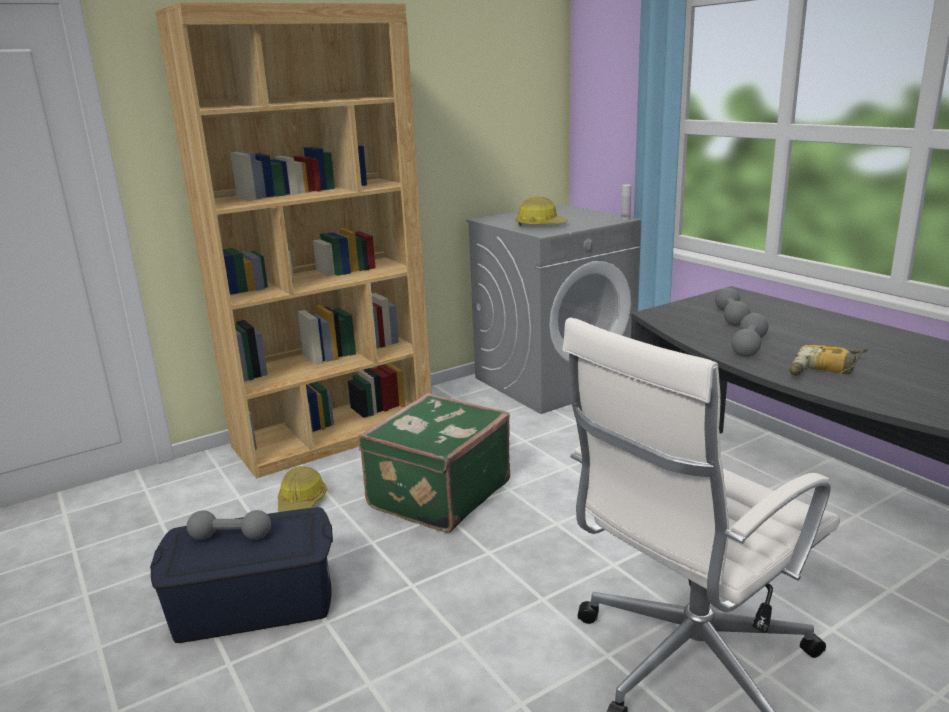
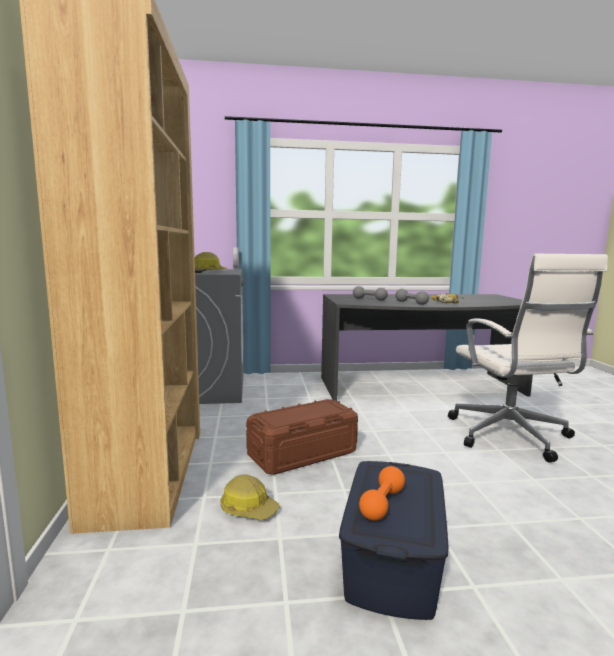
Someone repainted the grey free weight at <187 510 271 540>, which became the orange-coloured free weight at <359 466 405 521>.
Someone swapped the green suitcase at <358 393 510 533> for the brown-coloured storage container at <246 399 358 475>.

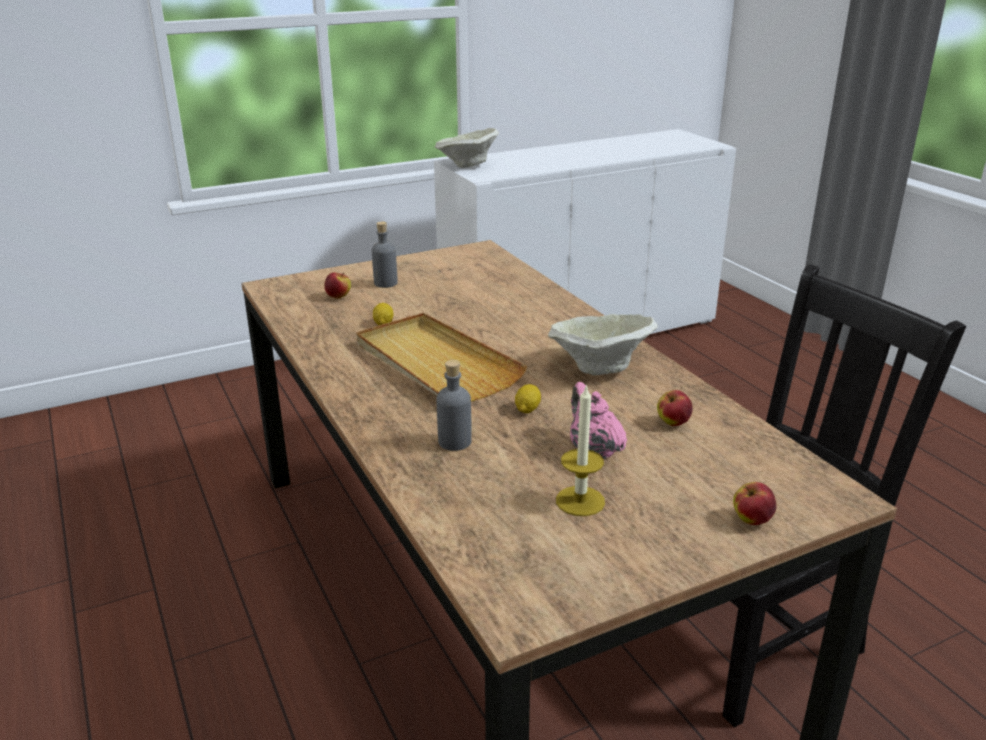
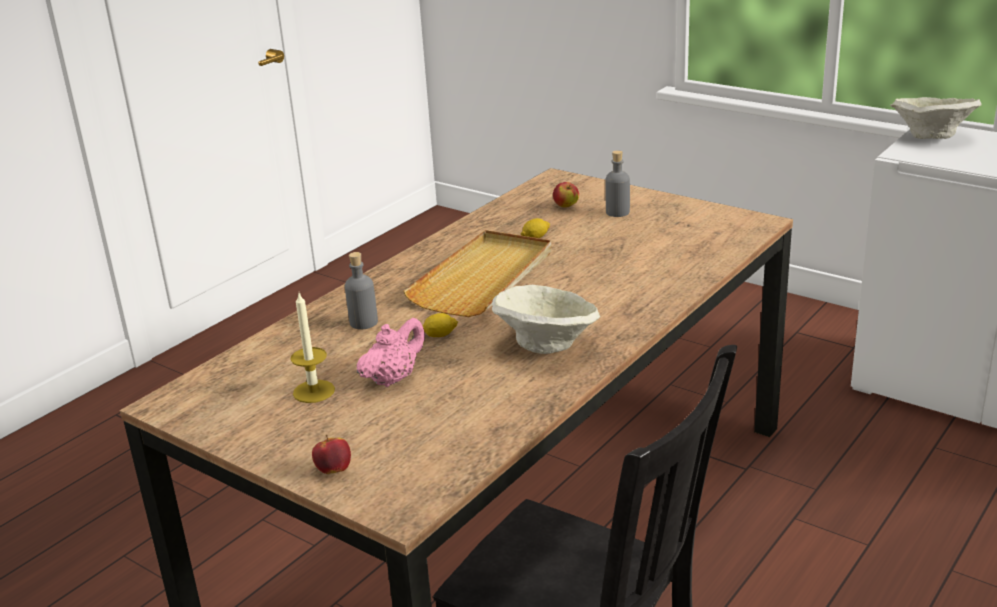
Someone took away the apple fruit at <657 390 693 426>.

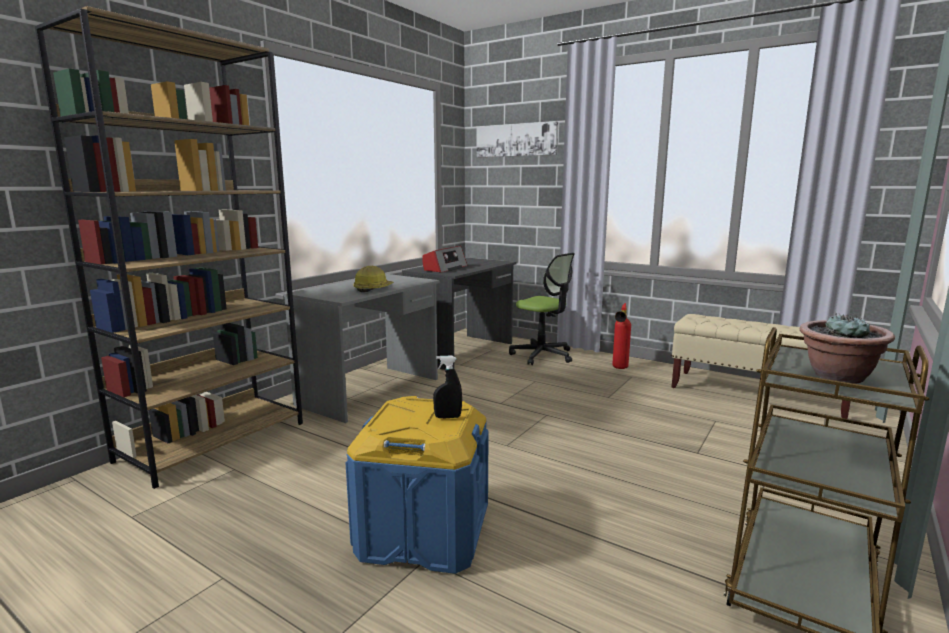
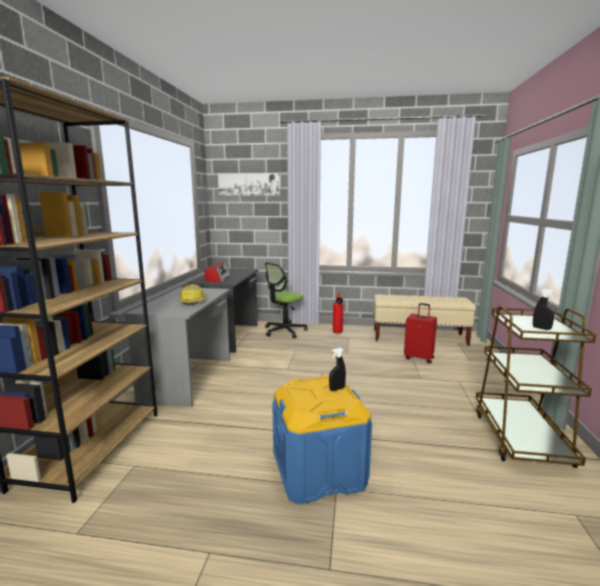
Someone rotated the desk chair at <509 253 575 365> by 120 degrees clockwise.
Someone swapped the plant in a pot at <800 313 895 383> for the black-coloured hand sprayer at <533 289 556 330>.
Someone put down the red-coloured suitcase at <404 303 437 364>.

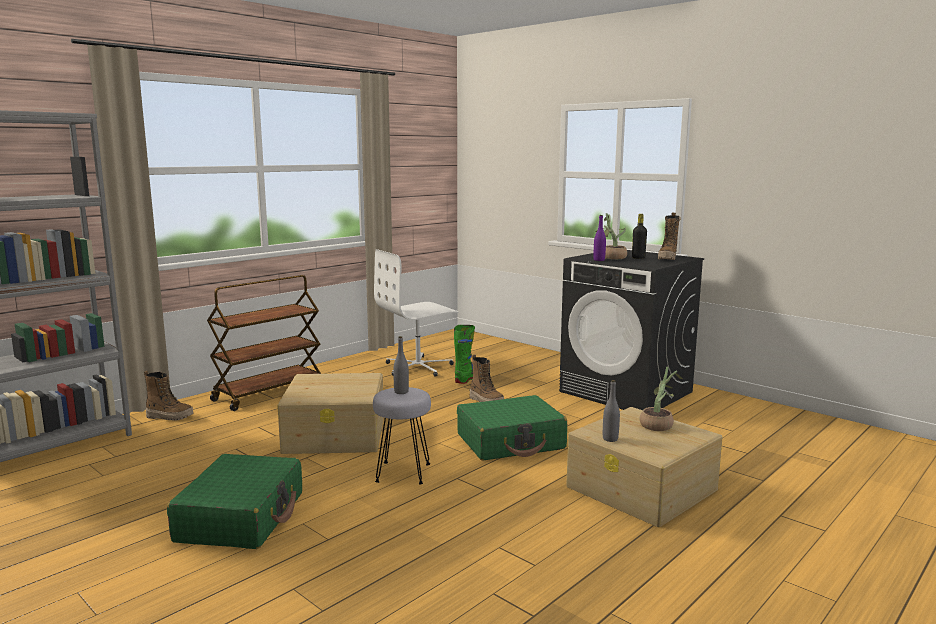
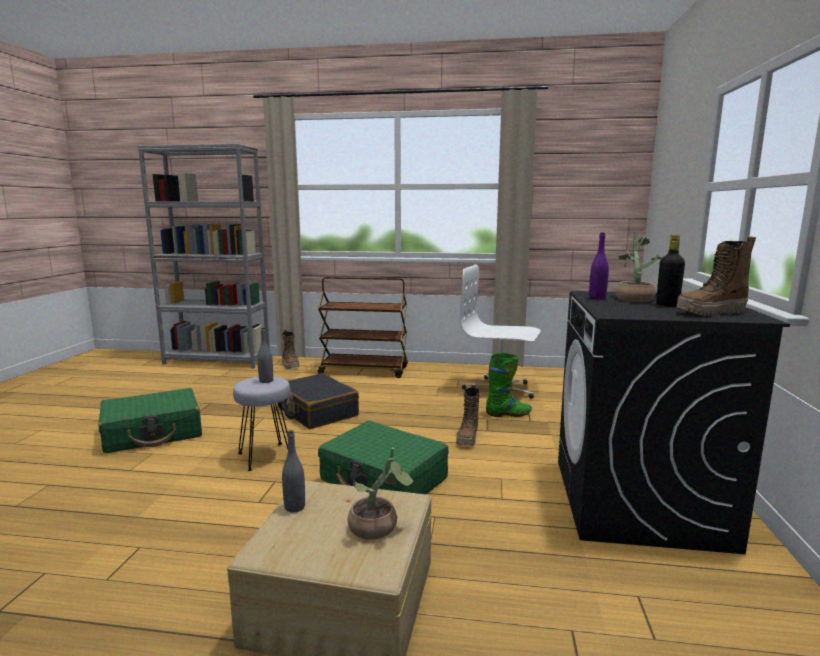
Someone swapped the beige storage container at <277 373 384 454> for the black-coloured suitcase at <277 373 359 429>.

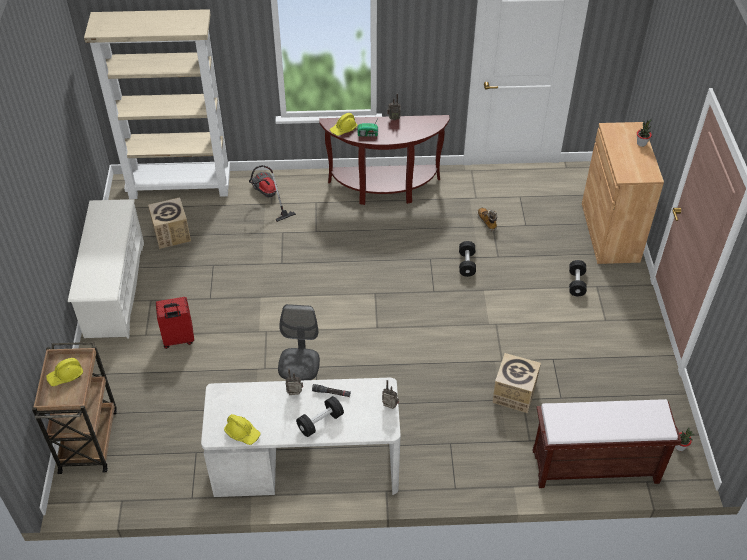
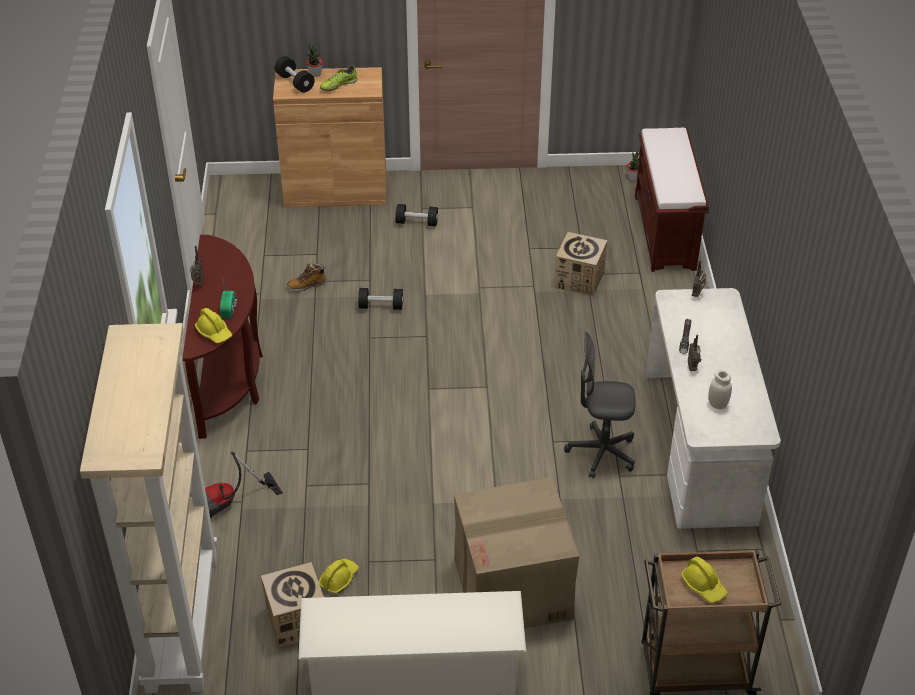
Someone swapped the red-coloured suitcase at <156 297 194 349> for the carton at <454 476 580 629>.
Someone carried the yellow-coloured work helmet from <224 414 261 445> to <319 559 359 594>.
Someone carried the black-coloured free weight from <296 396 344 437> to <275 56 315 92>.
Someone put down the item of footwear at <320 65 357 91>.
Someone put down the white-coloured preserve jar at <708 370 732 409>.

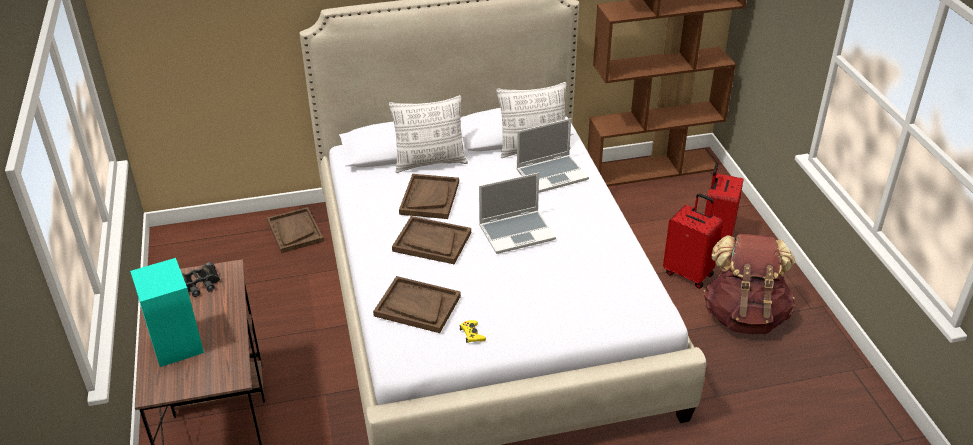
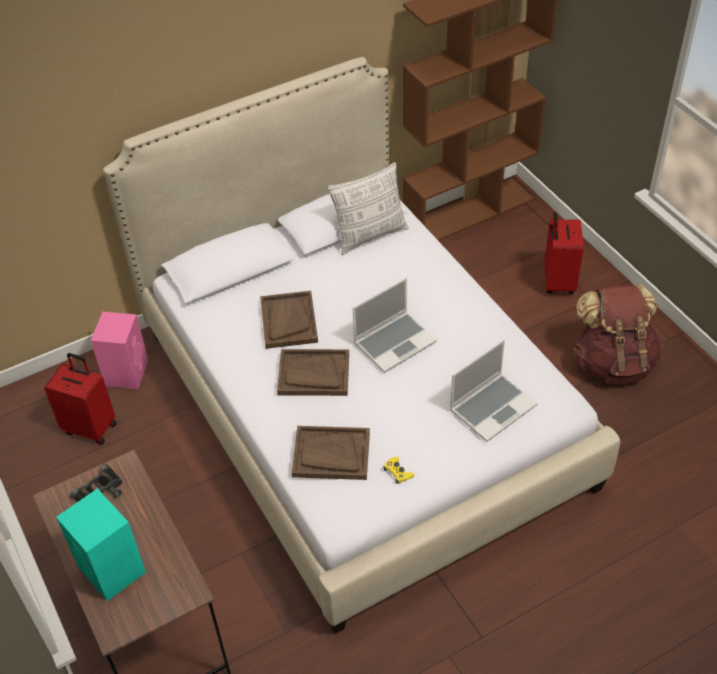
Someone swapped the brown-coloured tray at <267 207 324 253> for the pink-coloured speaker at <91 312 148 389>.
Someone took away the pillow at <389 95 468 173>.
Someone carried the laptop from <516 118 589 193> to <450 340 538 442>.
Someone carried the red-coloured suitcase from <663 193 723 289> to <44 353 117 445>.

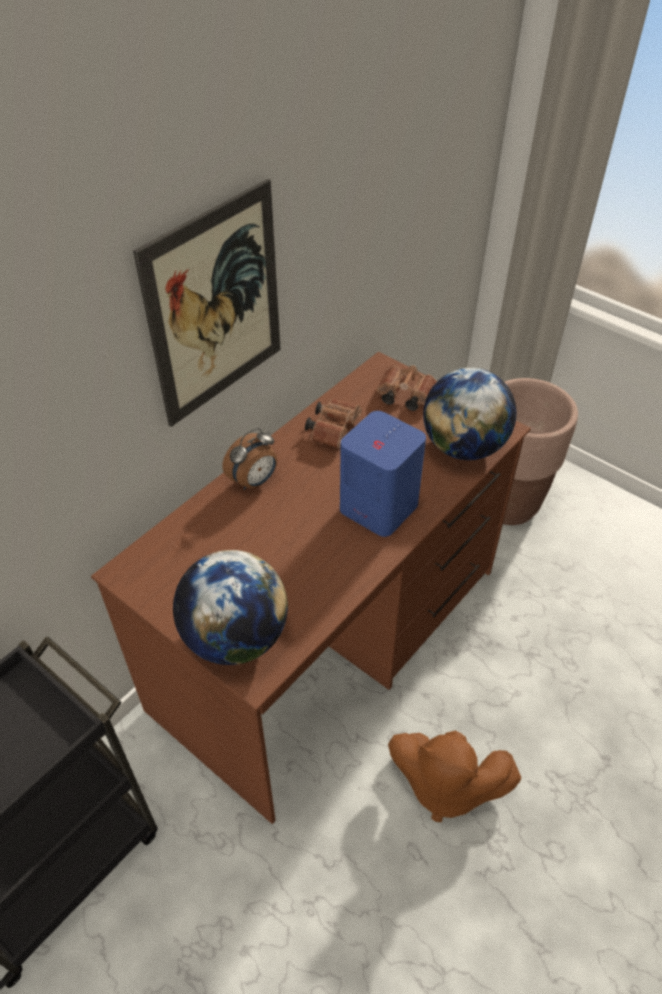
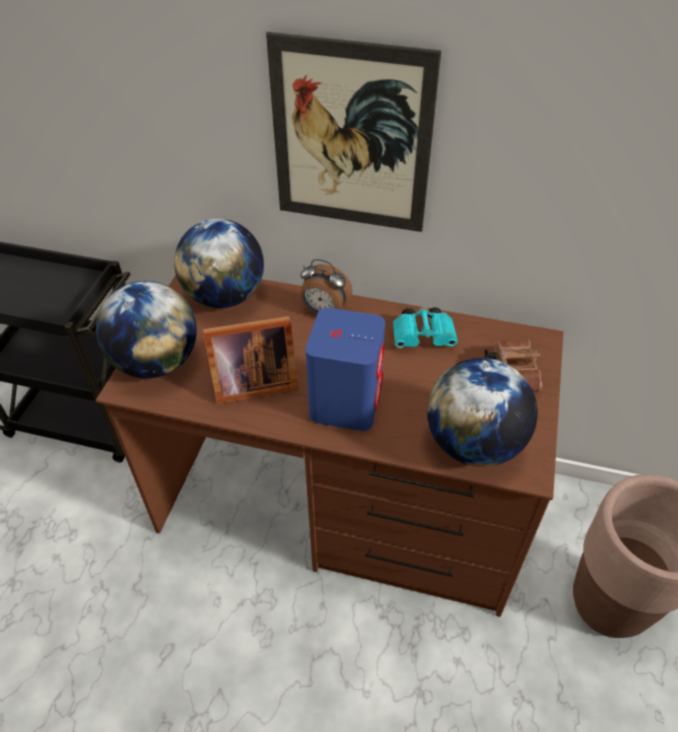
Someone repainted the brown-coloured pair of binoculars at <305 398 362 448>, which became the turquoise-coloured pair of binoculars at <393 307 458 348>.
Someone took away the brown-coloured cuddly toy at <388 731 521 822>.
Someone put down the globe at <174 219 264 308>.
Someone put down the picture frame at <203 316 298 404>.

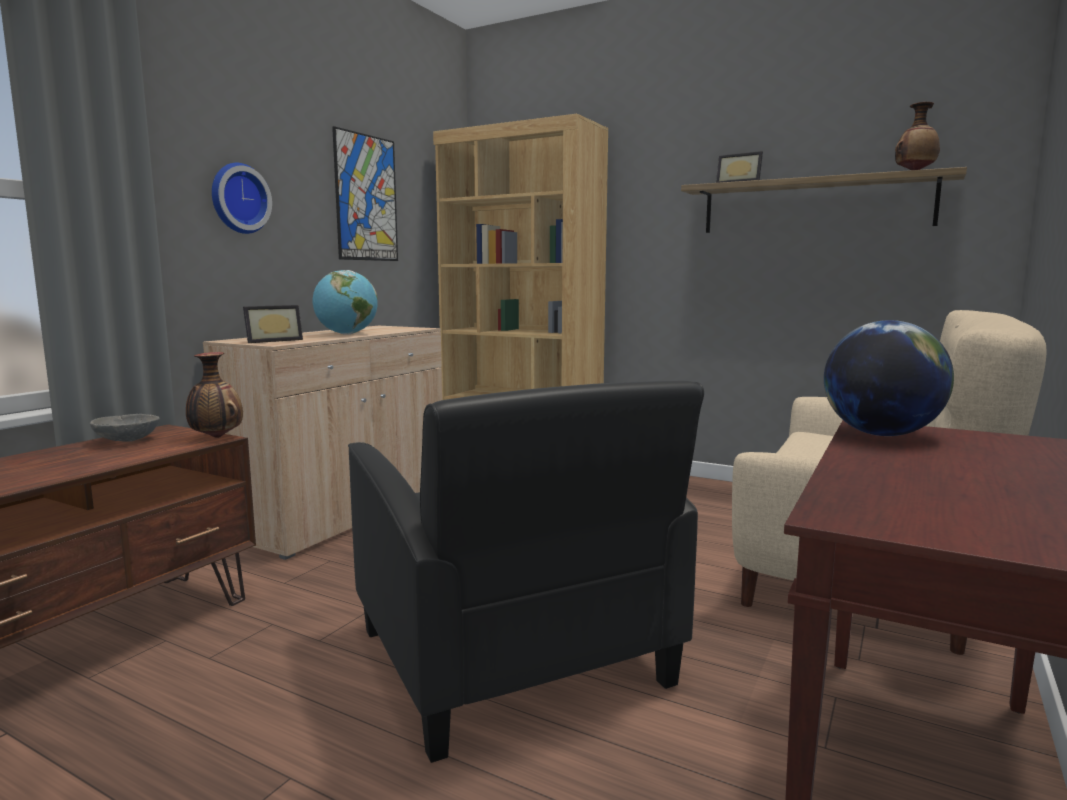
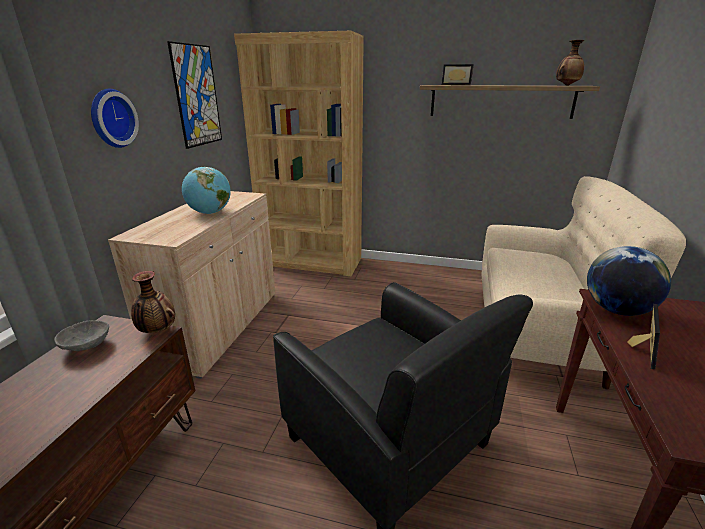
Someone carried the picture frame from <243 305 303 343> to <628 304 660 369>.

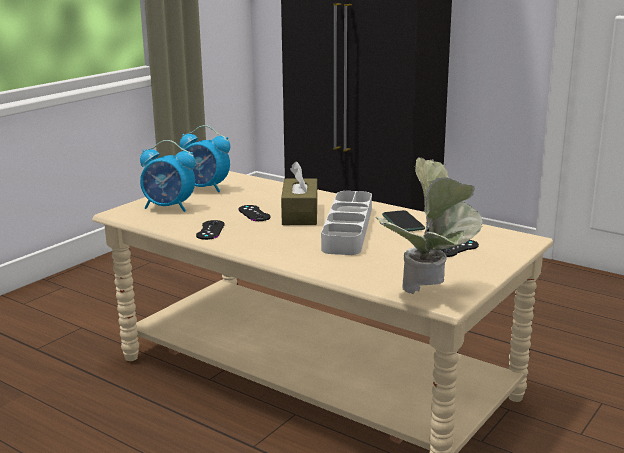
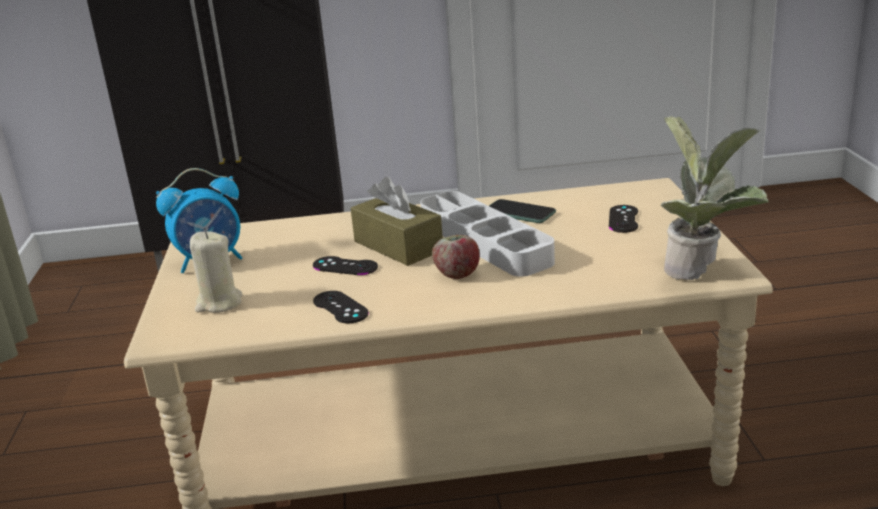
Someone swapped the table clock at <140 140 195 212> for the beige candle at <190 231 243 313>.
Someone put down the apple fruit at <432 235 480 279>.

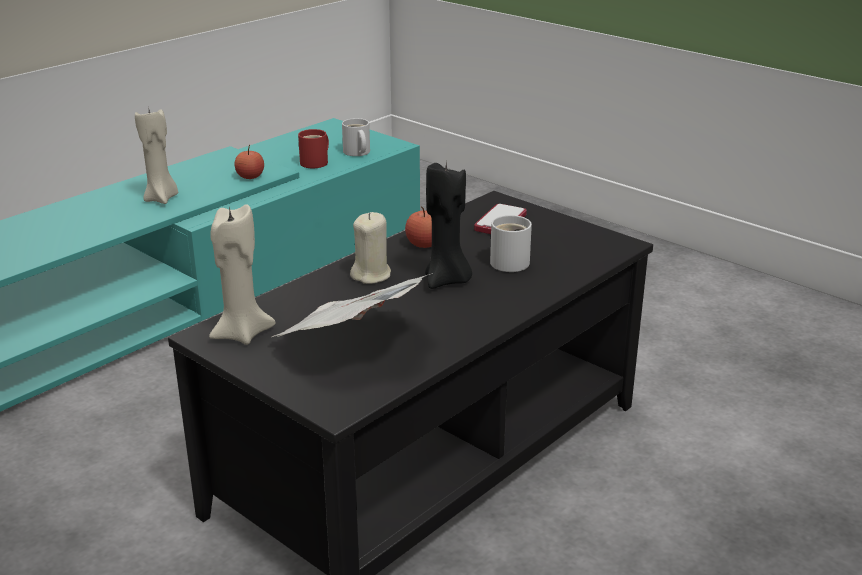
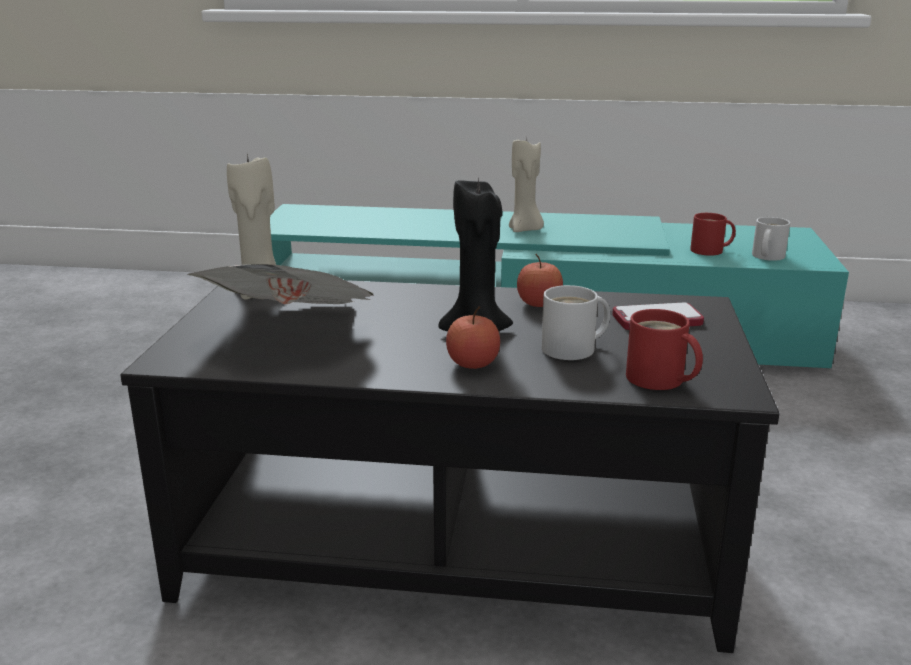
Someone carried the apple fruit from <235 145 264 179> to <446 306 500 369>.
Someone took away the beige candle at <350 212 391 284>.
Someone put down the red-coloured tea mug at <626 309 703 390>.

